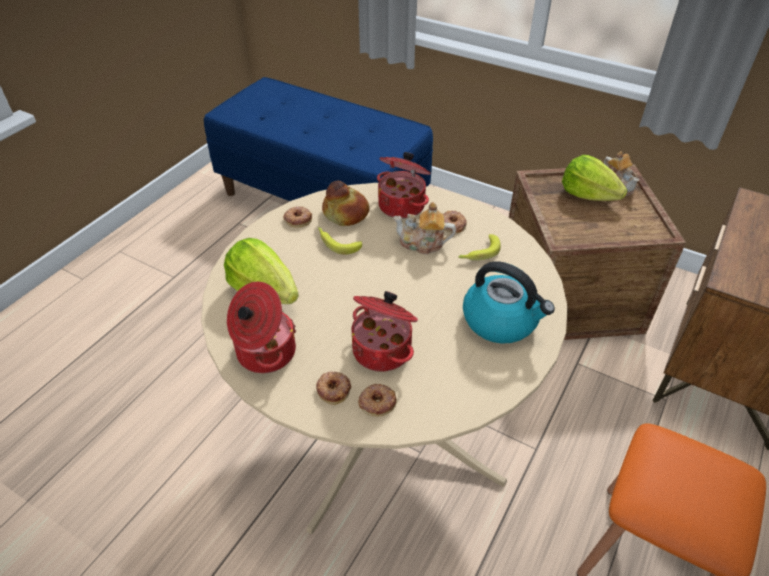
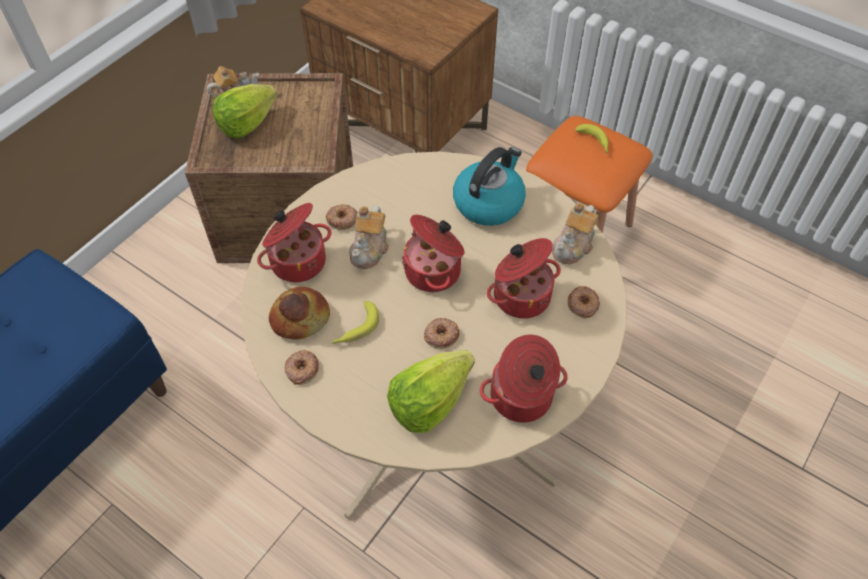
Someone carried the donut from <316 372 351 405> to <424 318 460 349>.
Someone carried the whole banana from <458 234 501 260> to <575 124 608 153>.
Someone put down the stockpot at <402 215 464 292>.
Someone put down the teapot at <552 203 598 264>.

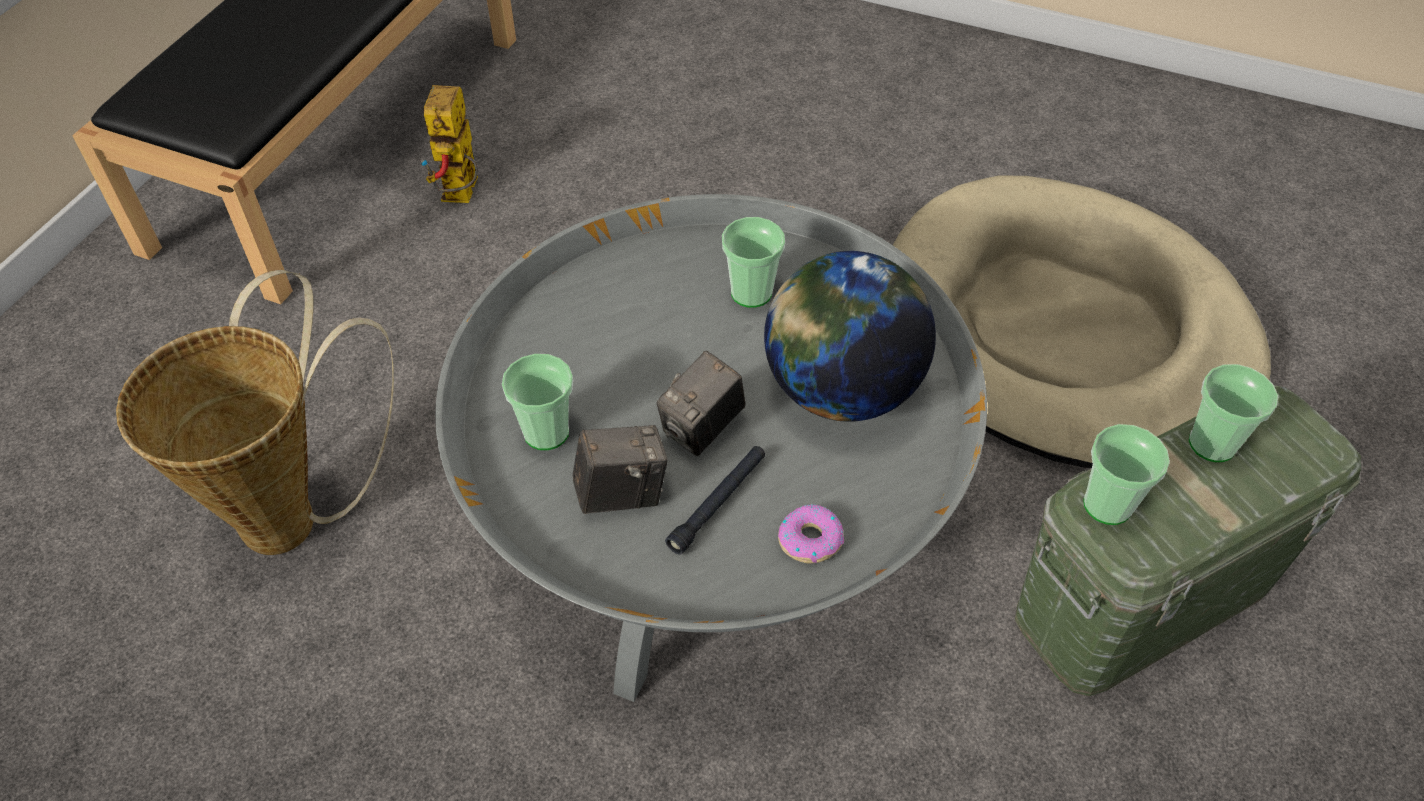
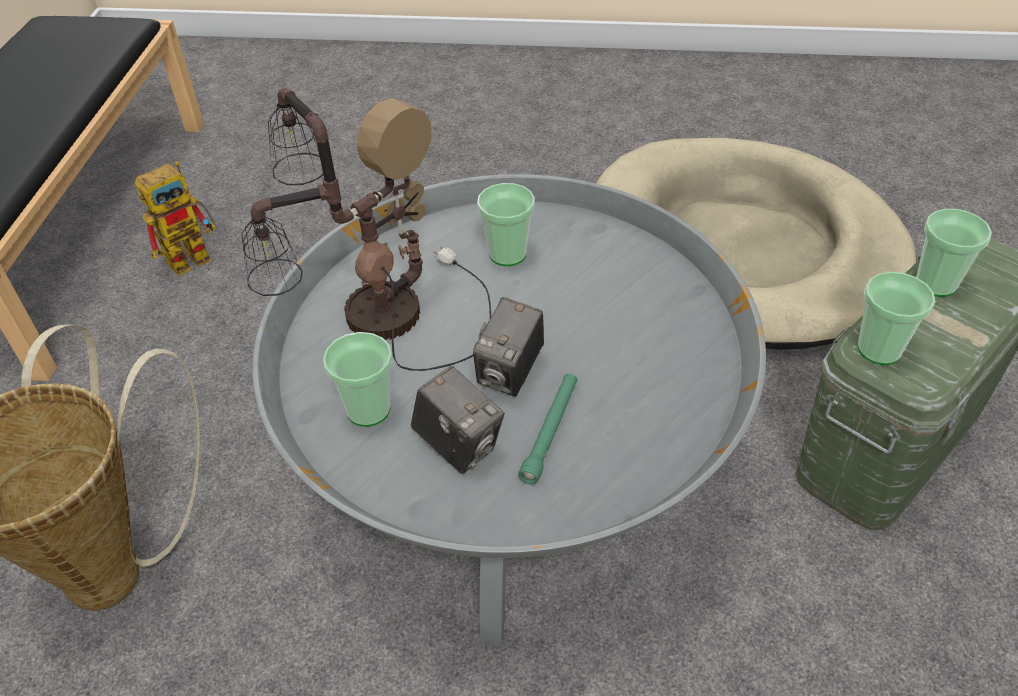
Someone rotated the model robot at <420 85 478 203> by 120 degrees counterclockwise.
Someone rotated the photo camera at <573 425 668 514> by 75 degrees clockwise.
Someone repainted the black-coloured hand torch at <665 446 765 555>, which became the green hand torch at <518 373 577 484>.
Someone took away the globe at <764 251 936 422>.
Someone took away the donut at <778 504 844 564>.
Someone put down the table lamp at <241 88 491 371>.

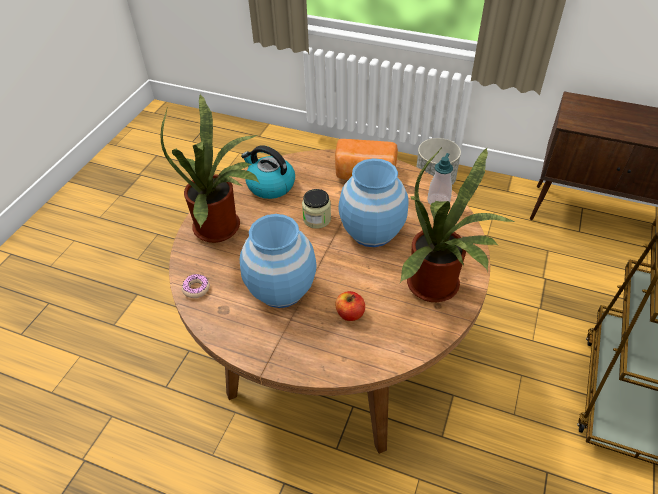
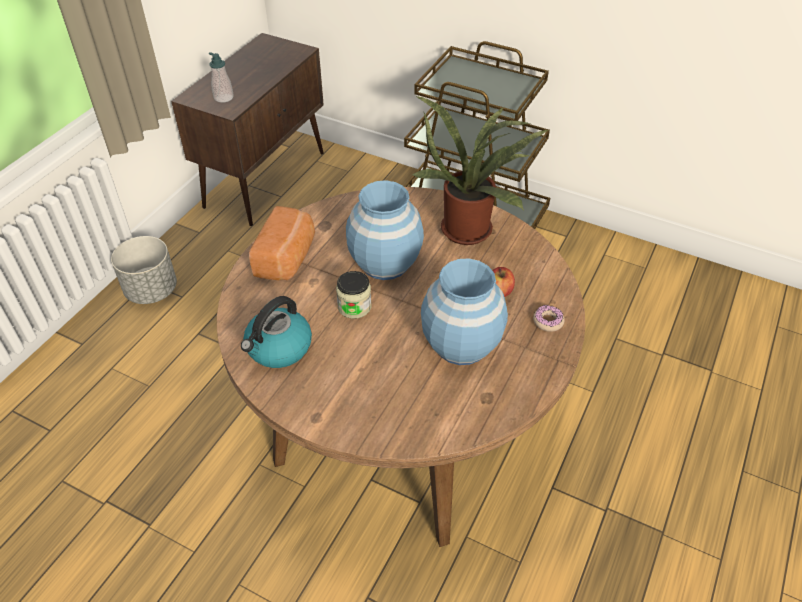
Someone took away the plant in a pot at <160 94 259 243>.
Someone carried the donut from <182 274 210 298> to <533 305 565 332>.
Someone carried the soap bottle from <427 153 453 205> to <209 52 234 103>.

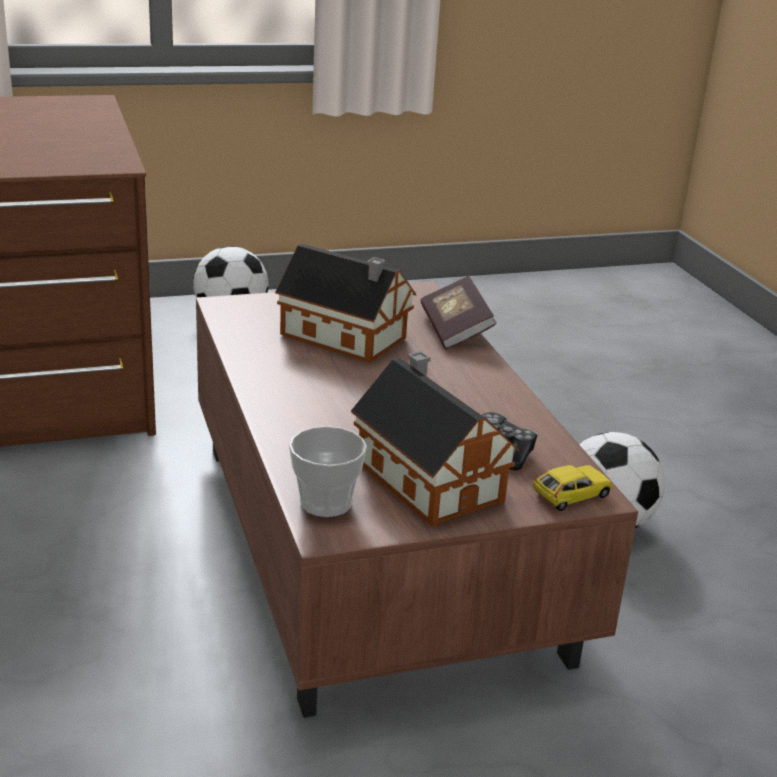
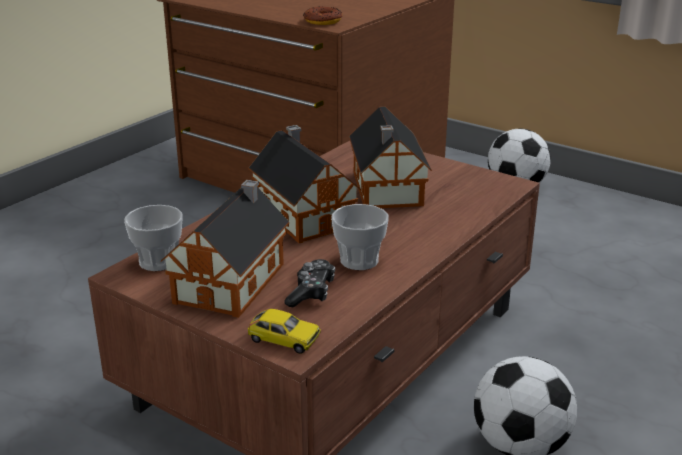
Someone took away the volume at <420 276 497 349>.
Someone put down the miniature house at <248 125 361 243>.
Someone put down the donut at <303 6 342 25>.
Someone put down the drinking cup at <331 204 389 270>.

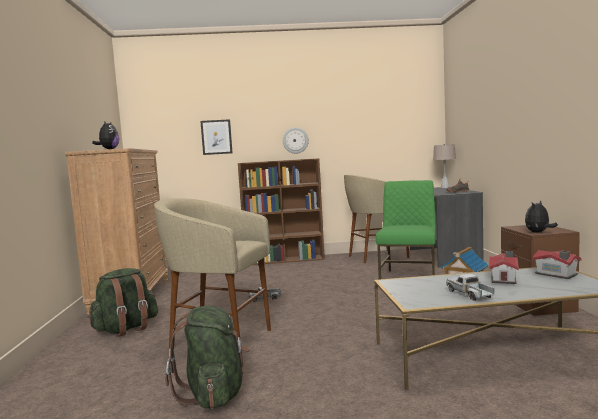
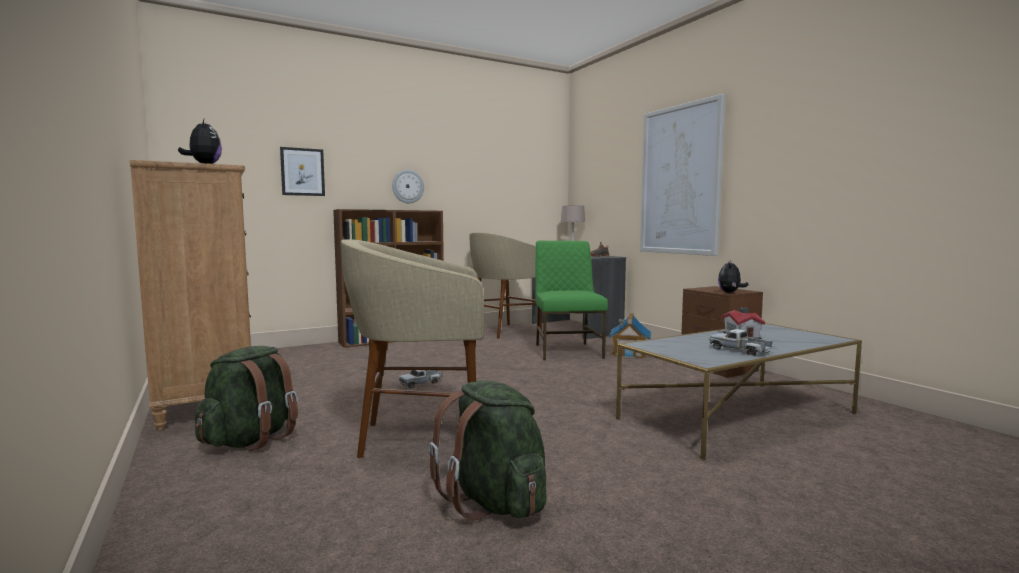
Someone took away the miniature house at <532 250 581 279>.
Someone put up the wall picture at <640 94 725 256>.

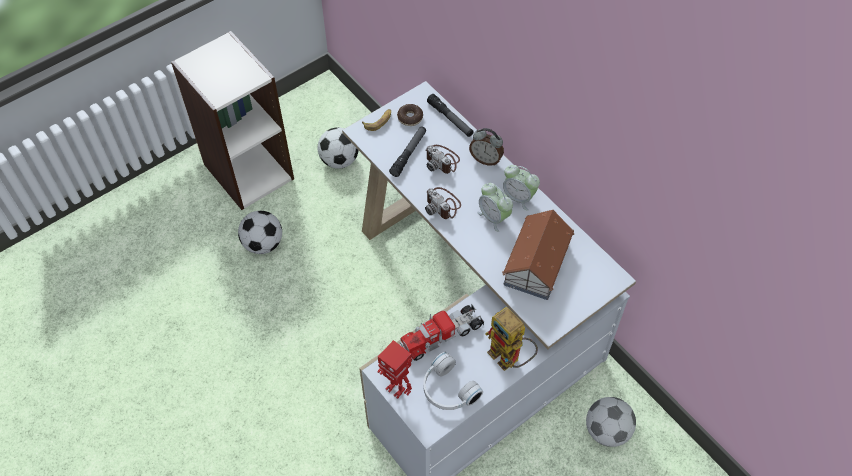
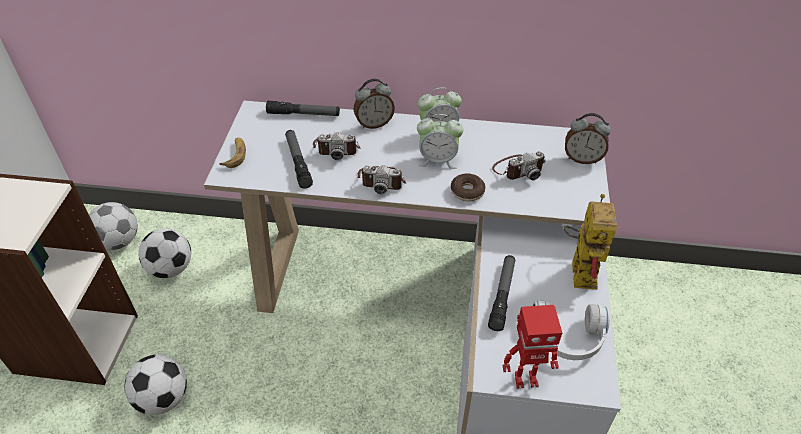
Someone carried the donut from <397 104 423 126> to <451 173 485 202>.
Someone swapped the toy truck at <400 305 484 362> for the hand torch at <488 255 515 331>.
Someone rotated the model robot at <485 307 538 371> by 90 degrees counterclockwise.
Someone swapped the miniature house at <502 210 574 300> for the photo camera at <492 151 546 180>.
Someone carried the football ball from <586 397 636 447> to <89 202 138 250>.
Someone put down the table clock at <565 113 611 164>.

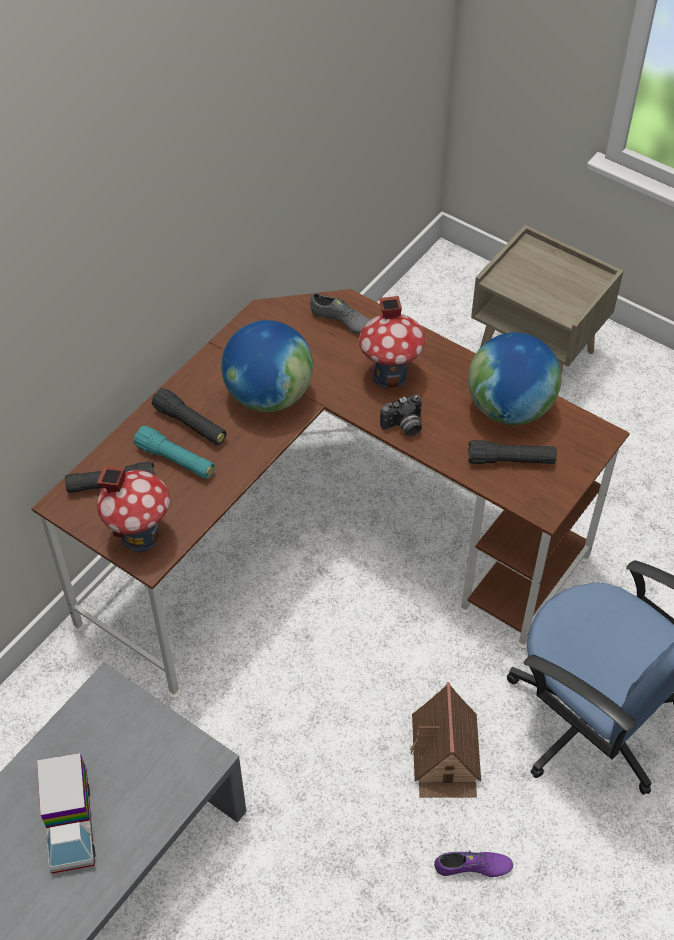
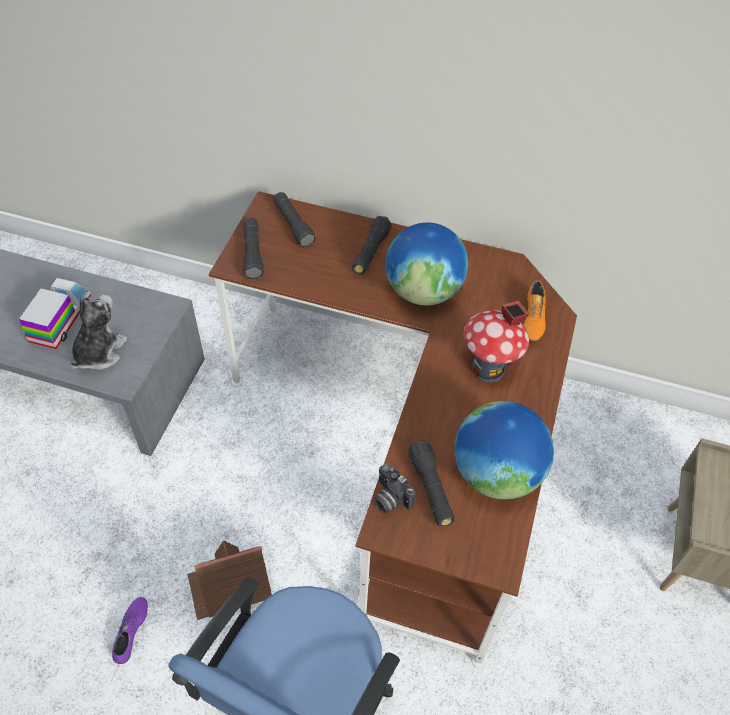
Someone rotated the toy truck at <37 753 95 874> by 135 degrees clockwise.
Someone swapped the miniature house at <97 466 170 552> for the black-coloured hand torch at <243 218 264 279>.
Someone took away the turquoise-coloured hand torch at <134 426 215 479>.
Someone repainted the grey item of footwear at <310 293 371 334>, which became the orange-coloured item of footwear at <523 281 546 341>.
Someone carried the photo camera from <380 394 422 437> to <374 464 416 513>.
Someone rotated the purple-coloured item of footwear at <434 851 513 877> by 150 degrees counterclockwise.
Someone put down the cuddly toy at <69 295 128 370>.

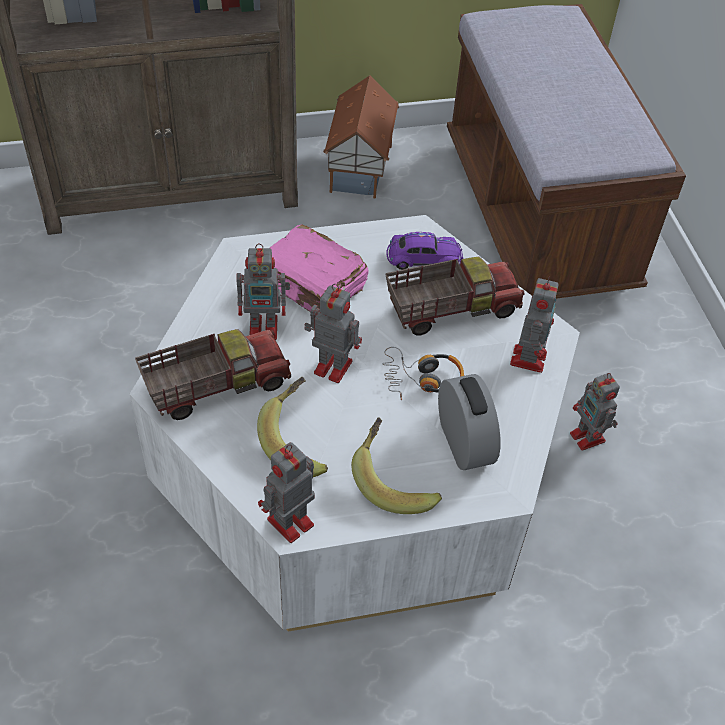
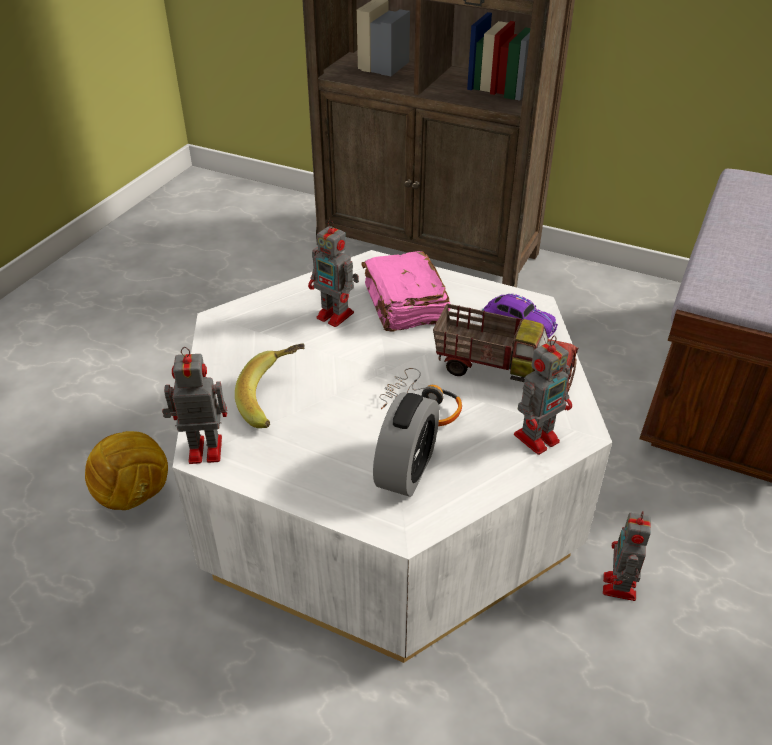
Someone took away the toy truck at <135 329 291 420>.
Someone took away the model robot at <304 284 362 383>.
Someone took away the miniature house at <323 75 400 198>.
Someone took away the whole banana at <351 417 442 514>.
Someone put down the football ball at <85 431 168 510>.

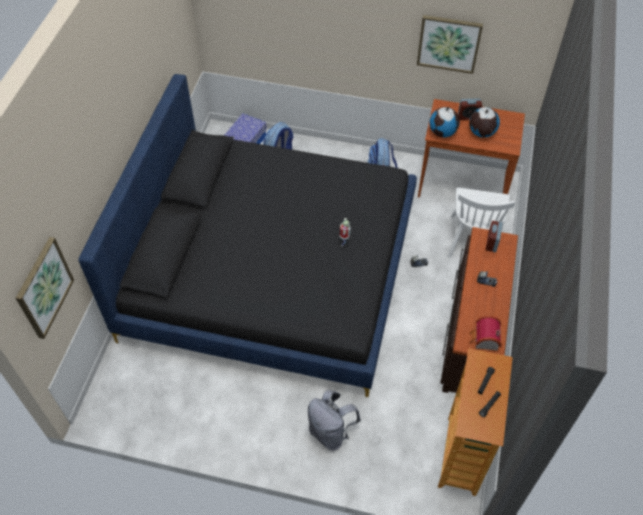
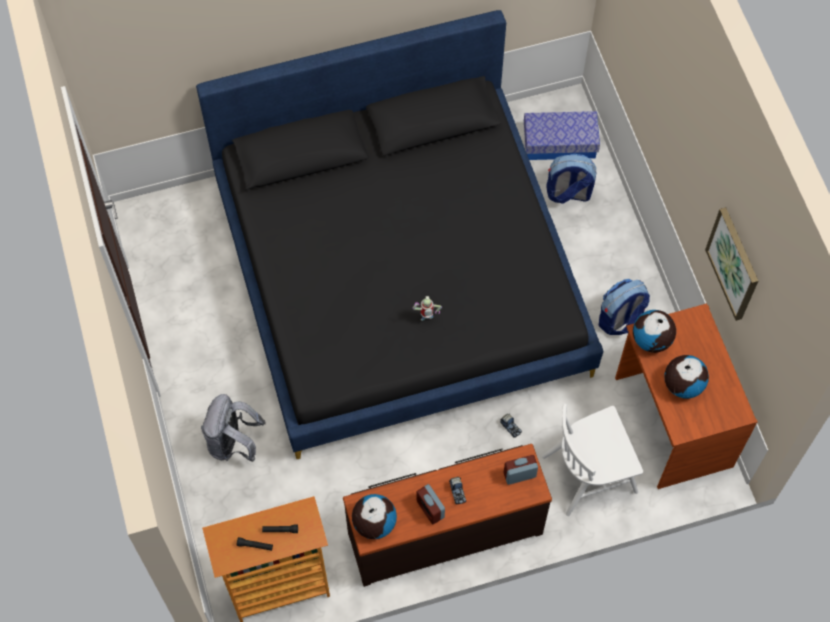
Someone took away the wall picture at <16 237 74 339>.
Someone carried the table clock from <458 99 482 120> to <417 484 445 524>.
Someone swapped the miniature house at <469 316 502 350> for the globe at <352 494 397 539>.

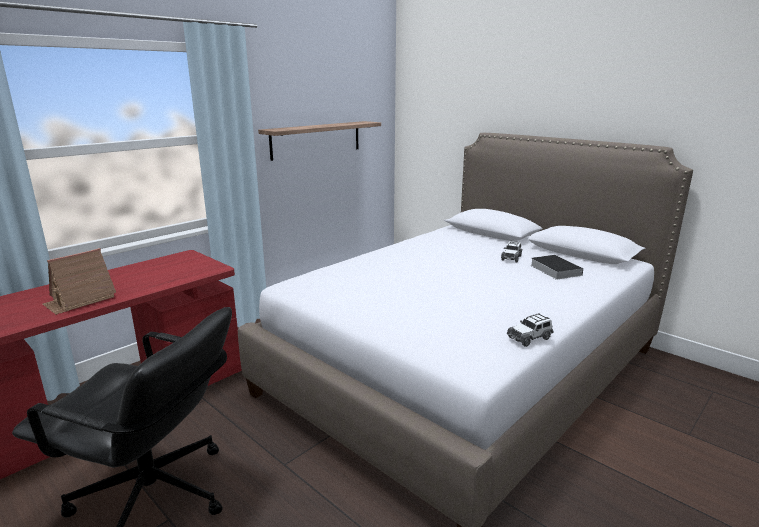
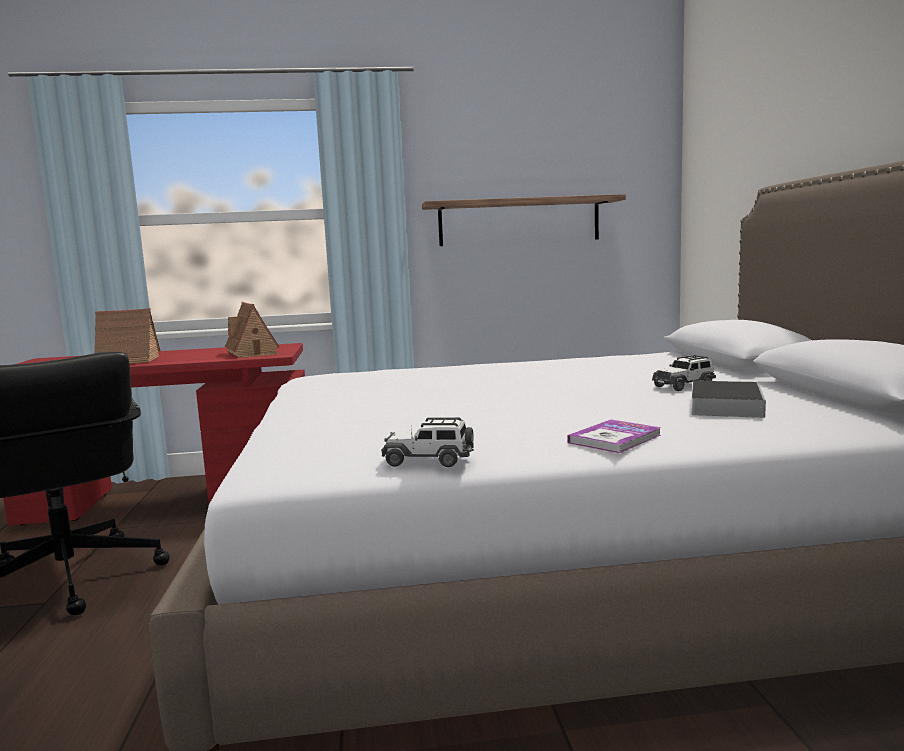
Someone put down the miniature house at <225 302 280 358>.
Someone put down the volume at <568 420 661 453>.

